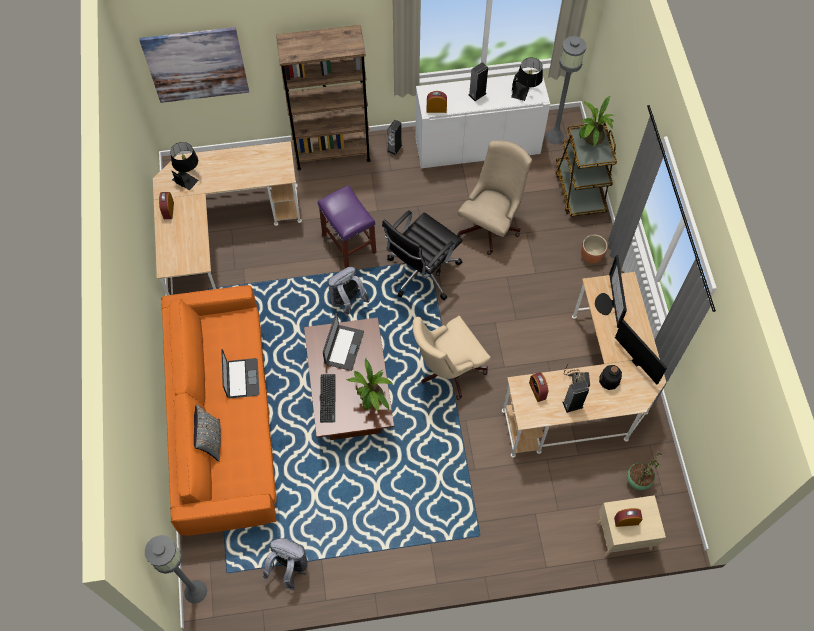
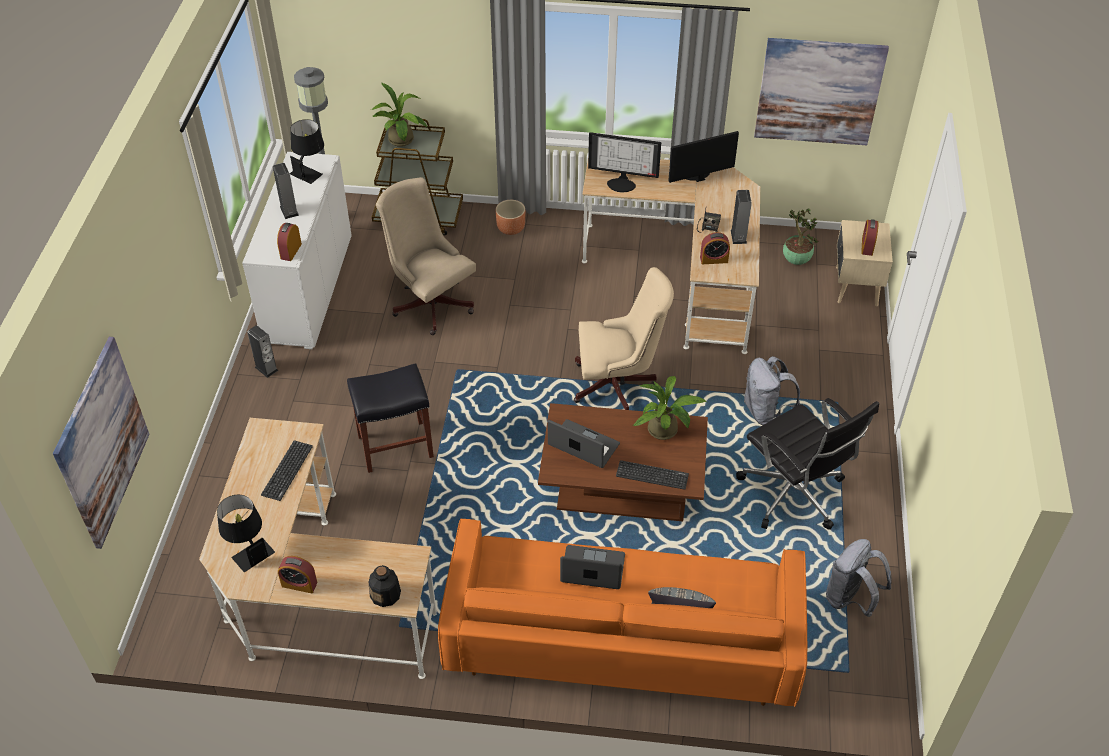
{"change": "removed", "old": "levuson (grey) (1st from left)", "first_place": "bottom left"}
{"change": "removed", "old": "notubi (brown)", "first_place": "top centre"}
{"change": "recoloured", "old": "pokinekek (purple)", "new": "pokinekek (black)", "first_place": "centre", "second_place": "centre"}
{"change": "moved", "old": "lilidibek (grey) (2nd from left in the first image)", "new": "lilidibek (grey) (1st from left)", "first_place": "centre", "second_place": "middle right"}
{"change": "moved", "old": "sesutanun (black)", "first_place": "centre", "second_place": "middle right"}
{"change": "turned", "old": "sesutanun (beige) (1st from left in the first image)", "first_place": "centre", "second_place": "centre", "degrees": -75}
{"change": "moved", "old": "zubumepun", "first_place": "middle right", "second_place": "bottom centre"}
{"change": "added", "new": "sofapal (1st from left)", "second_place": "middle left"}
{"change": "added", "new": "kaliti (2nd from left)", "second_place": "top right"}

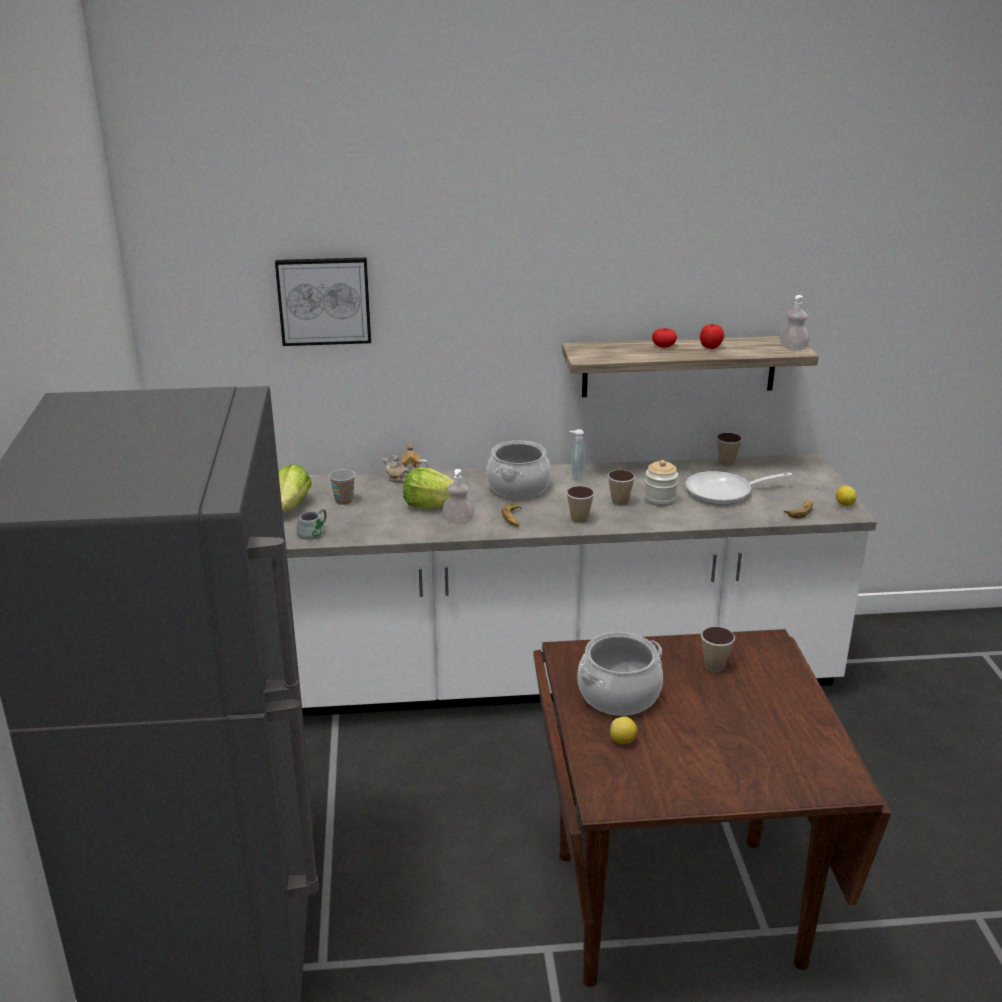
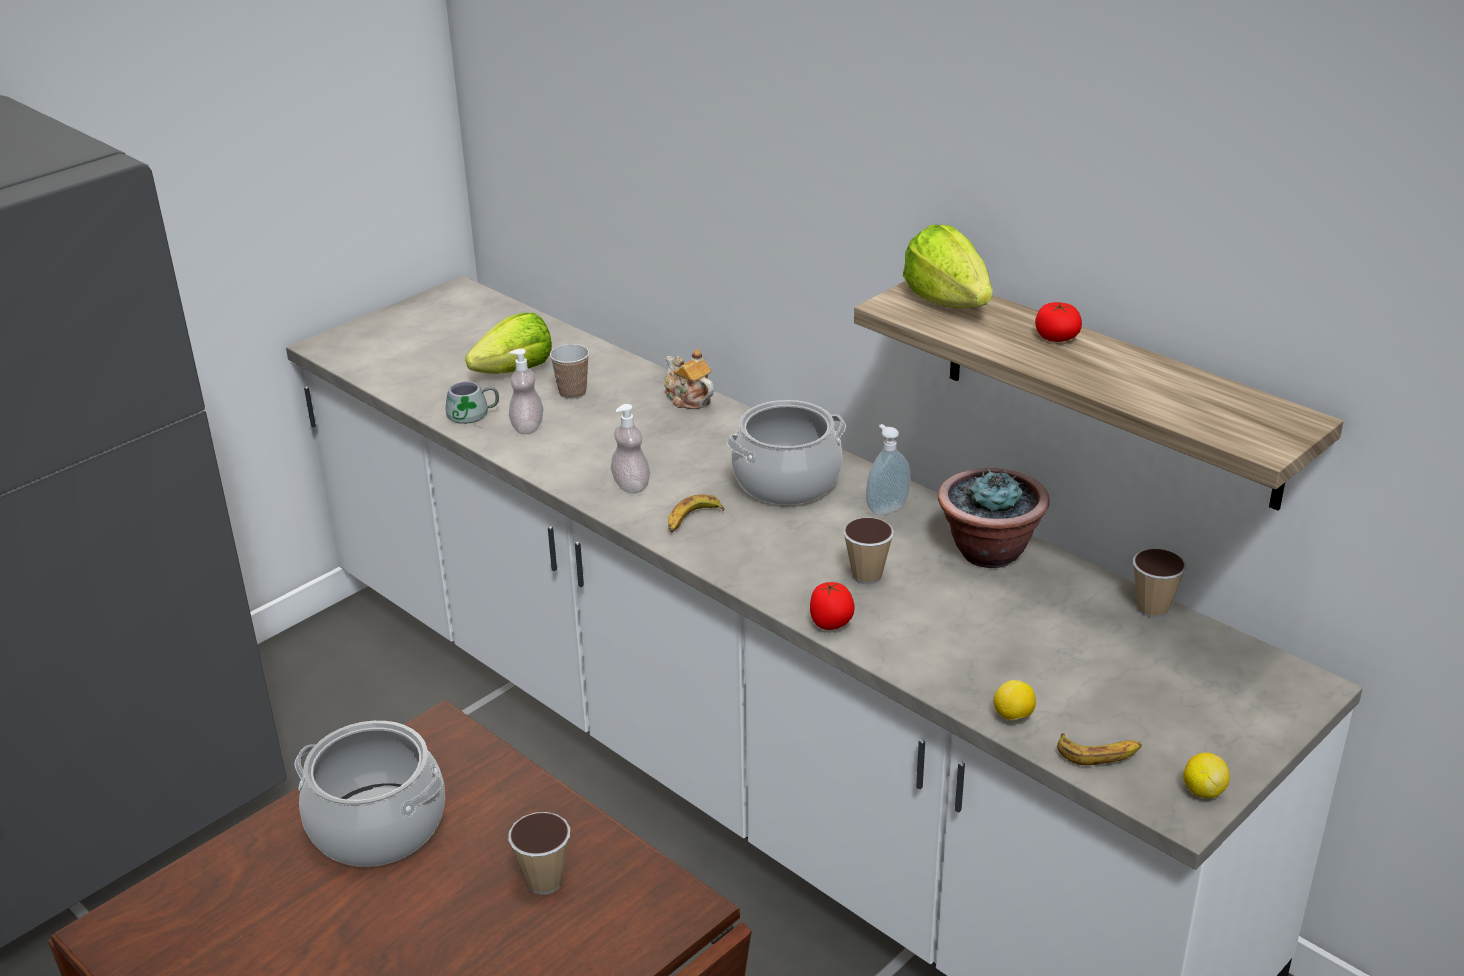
{"change": "removed", "old": "kaliti", "first_place": "top left"}
{"change": "moved", "old": "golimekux (2nd from left)", "first_place": "centre", "second_place": "top centre"}
{"change": "removed", "old": "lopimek (2nd from left)", "first_place": "centre"}
{"change": "moved", "old": "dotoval (1st from left)", "first_place": "bottom centre", "second_place": "bottom right"}
{"change": "removed", "old": "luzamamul", "first_place": "centre"}
{"change": "removed", "old": "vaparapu", "first_place": "middle right"}
{"change": "moved", "old": "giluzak (2nd from left in the first image)", "new": "giluzak (1st from left)", "first_place": "middle right", "second_place": "centre"}
{"change": "moved", "old": "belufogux (3rd from left in the first image)", "new": "belufogux (1st from left)", "first_place": "top right", "second_place": "centre"}
{"change": "added", "new": "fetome", "second_place": "middle right"}

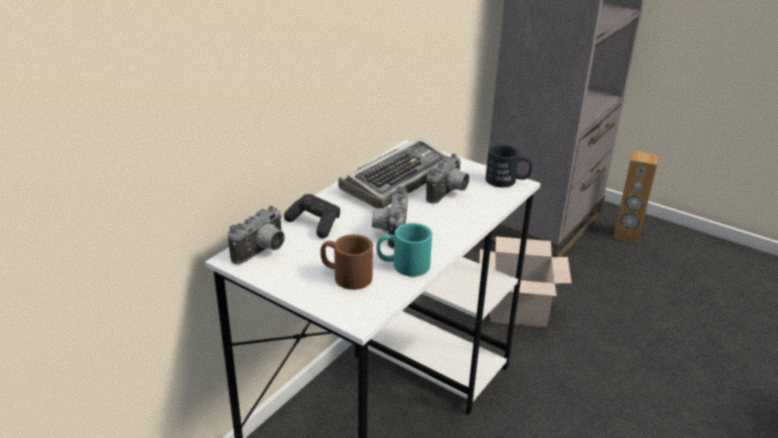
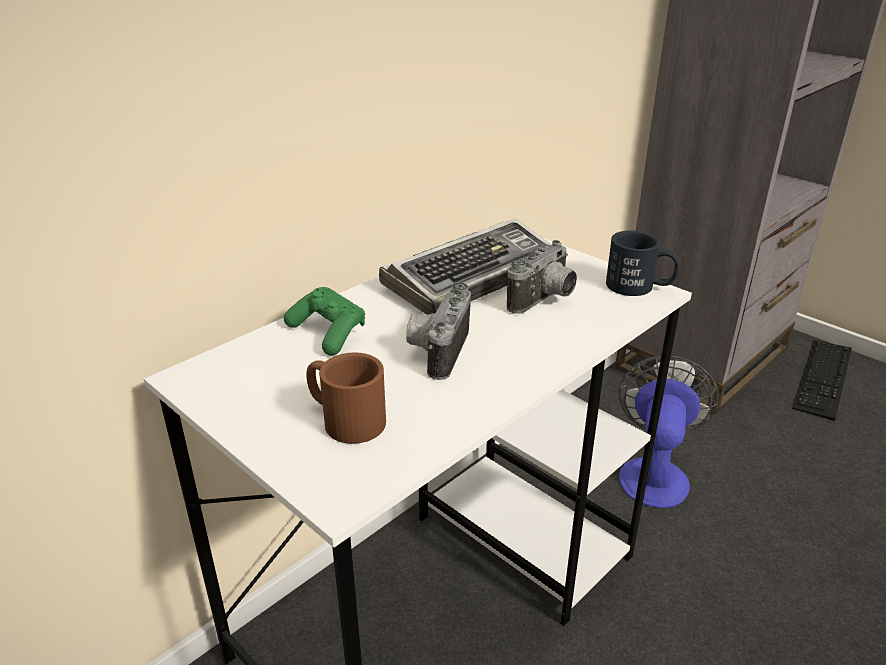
{"change": "removed", "old": "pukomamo (1st from left)", "first_place": "middle left"}
{"change": "recoloured", "old": "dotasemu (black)", "new": "dotasemu (green)", "first_place": "centre", "second_place": "centre"}
{"change": "removed", "old": "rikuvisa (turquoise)", "first_place": "centre"}
{"change": "replaced", "old": "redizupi", "new": "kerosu", "first_place": "middle right", "second_place": "middle right"}
{"change": "replaced", "old": "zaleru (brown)", "new": "sofapal (2nd from left)", "first_place": "middle right", "second_place": "middle right"}

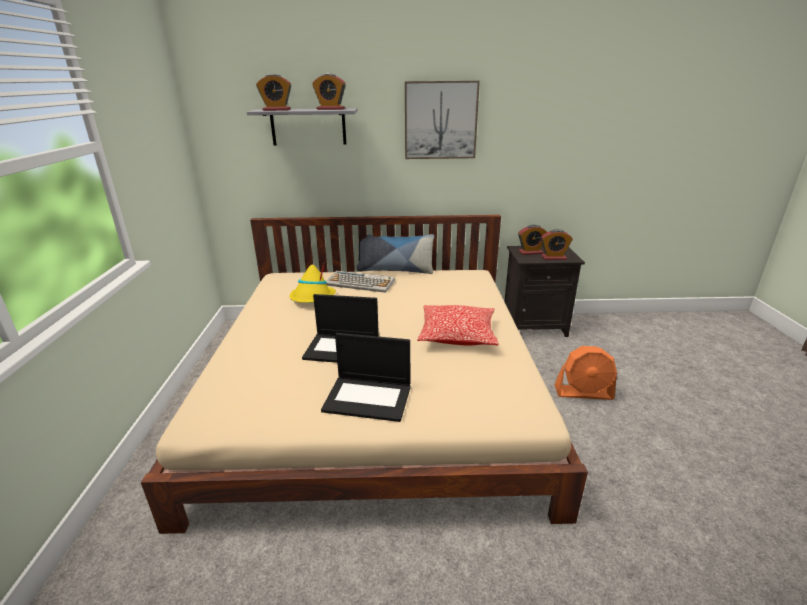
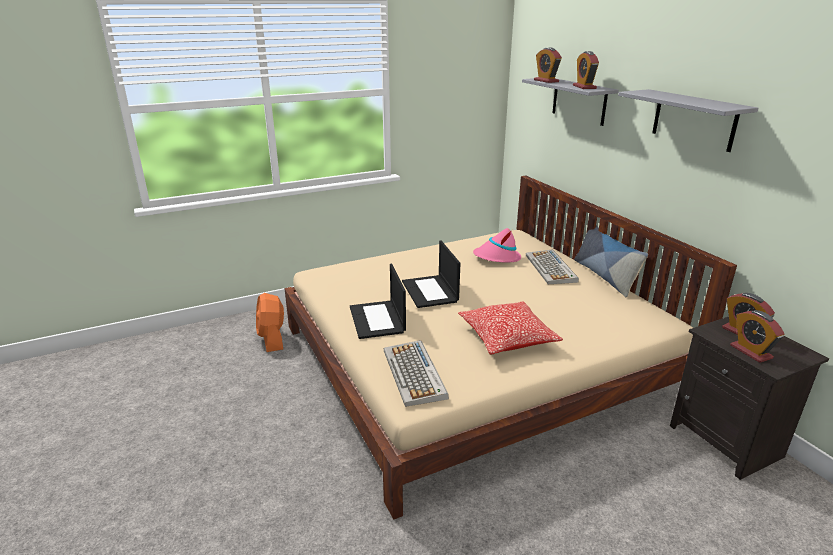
{"change": "recoloured", "old": "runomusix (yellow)", "new": "runomusix (pink)", "first_place": "centre", "second_place": "centre"}
{"change": "replaced", "old": "kaliti", "new": "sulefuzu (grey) (2nd from left)", "first_place": "top centre", "second_place": "top right"}
{"change": "moved", "old": "kerosu (orange)", "first_place": "middle right", "second_place": "middle left"}
{"change": "added", "new": "sofapal (1st from left)", "second_place": "bottom centre"}

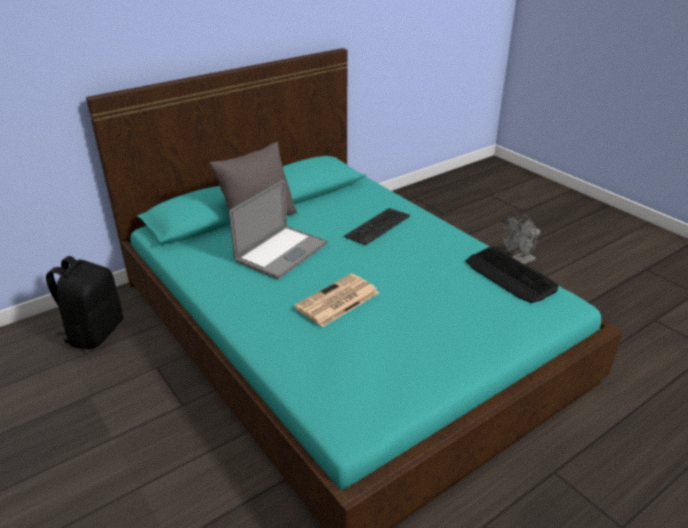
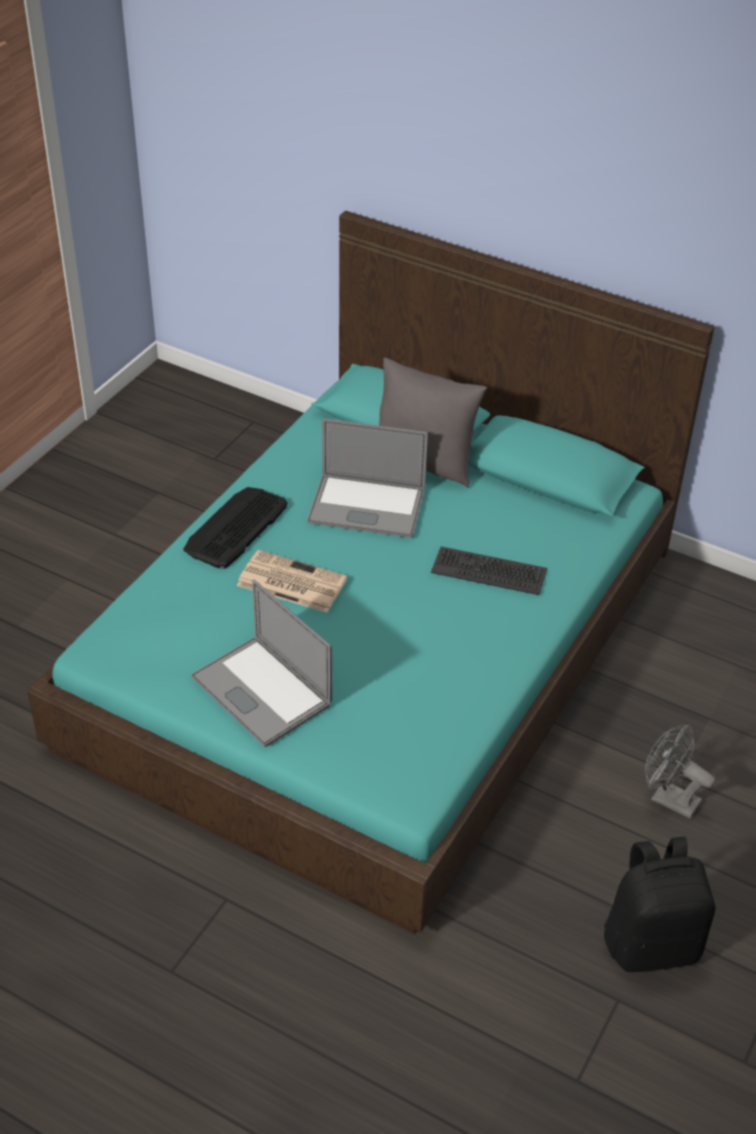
{"change": "moved", "old": "lilidibek (black)", "first_place": "middle left", "second_place": "bottom right"}
{"change": "moved", "old": "sofapal (2nd from left in the first image)", "new": "sofapal (1st from left)", "first_place": "middle right", "second_place": "middle left"}
{"change": "added", "new": "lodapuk (1st from left)", "second_place": "centre"}

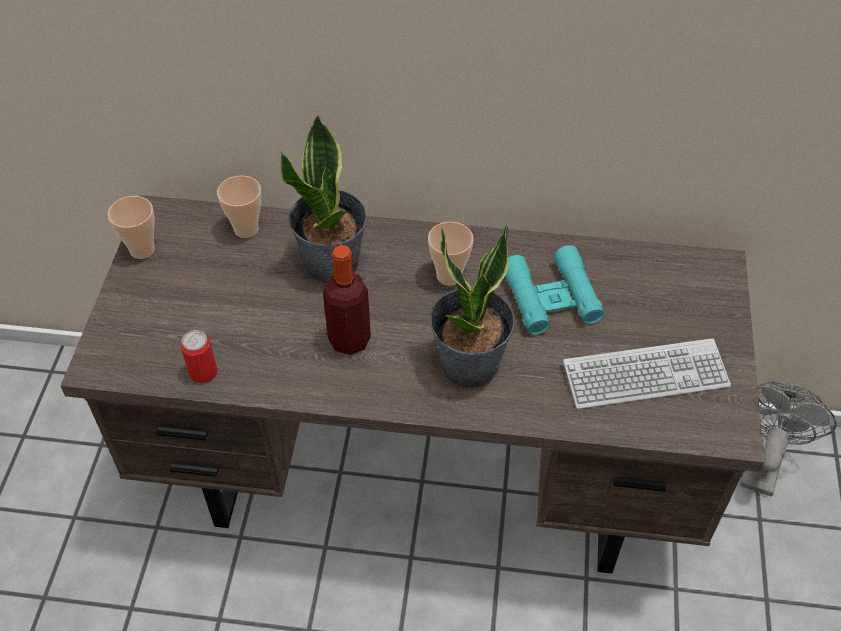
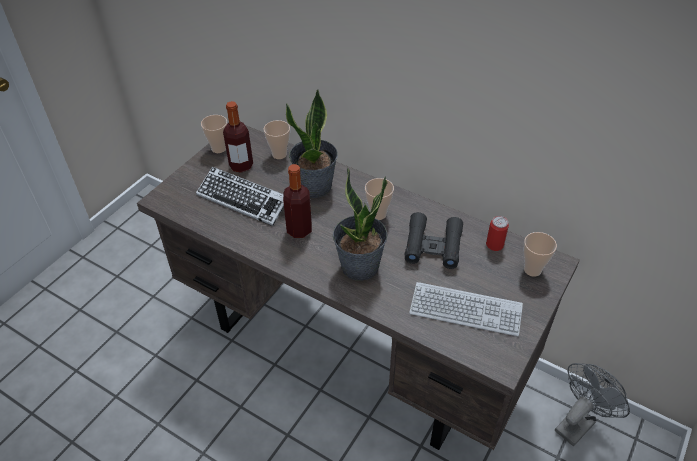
{"change": "moved", "old": "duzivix", "first_place": "middle left", "second_place": "middle right"}
{"change": "recoloured", "old": "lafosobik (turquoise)", "new": "lafosobik (black)", "first_place": "centre", "second_place": "centre"}
{"change": "added", "new": "sofapal (1st from left)", "second_place": "centre"}
{"change": "added", "new": "zubumepun (1st from left)", "second_place": "top centre"}
{"change": "added", "new": "lopimek (4th from left)", "second_place": "middle right"}

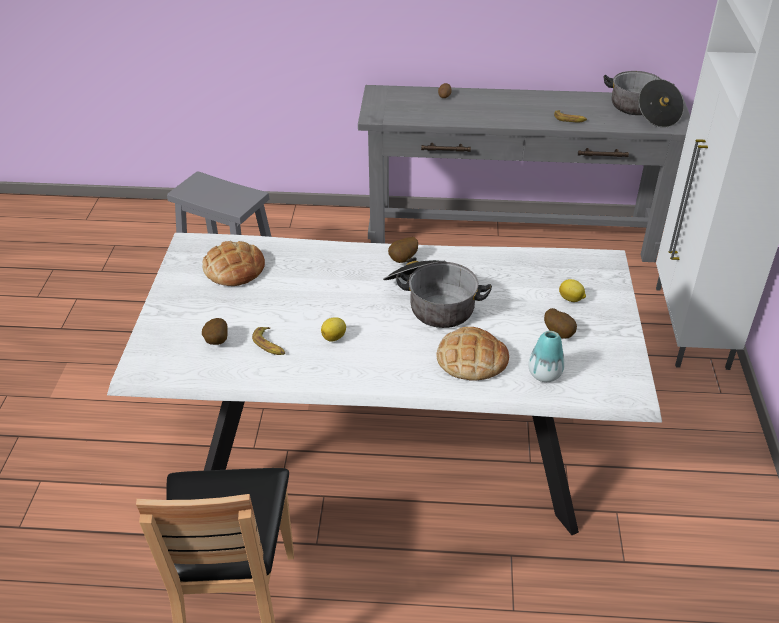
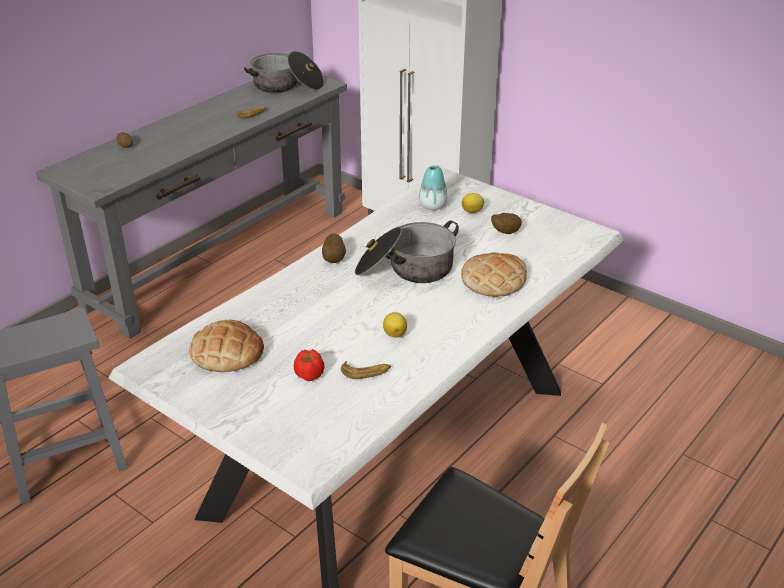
{"change": "removed", "old": "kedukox (1st from left)", "first_place": "middle left"}
{"change": "moved", "old": "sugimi", "first_place": "middle right", "second_place": "top centre"}
{"change": "added", "new": "giluzak", "second_place": "centre"}

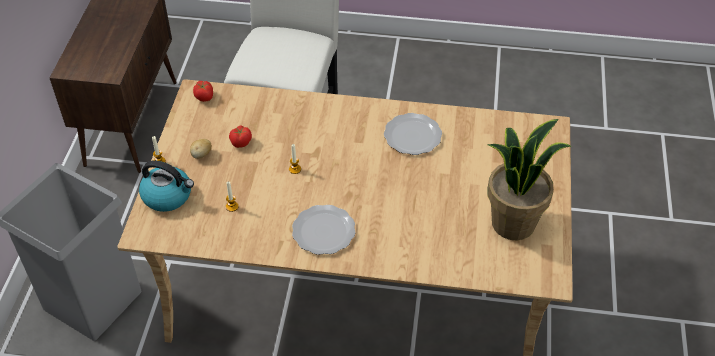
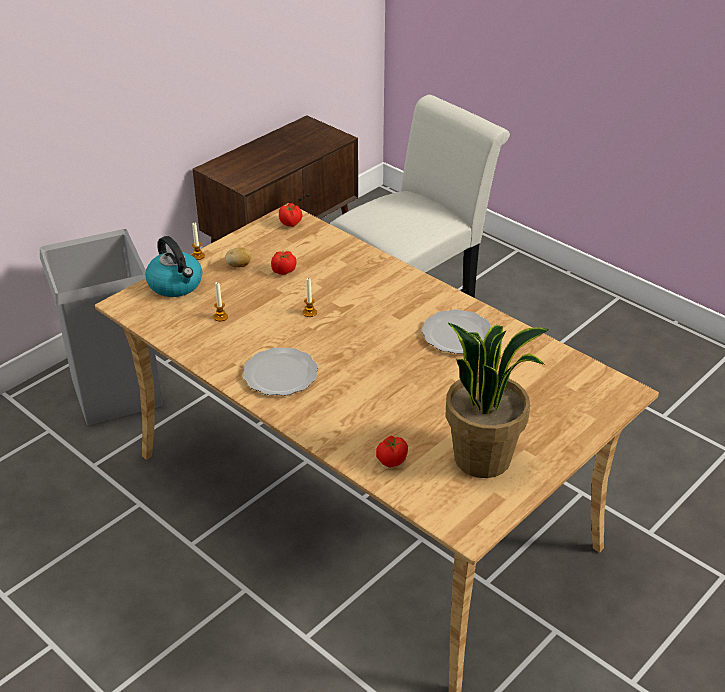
{"change": "added", "new": "giluzak (3rd from left)", "second_place": "centre"}

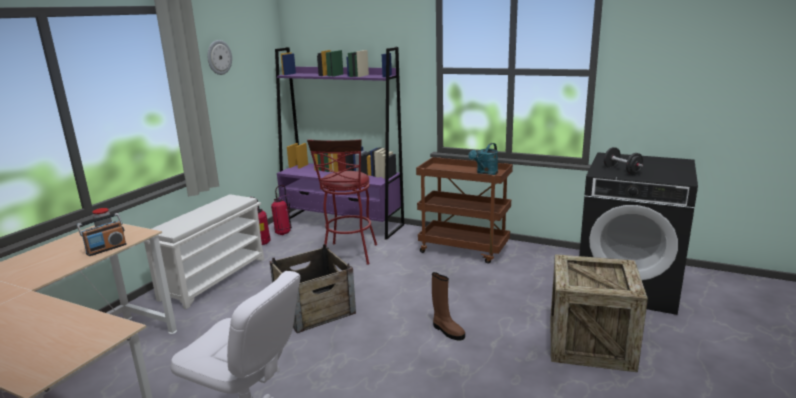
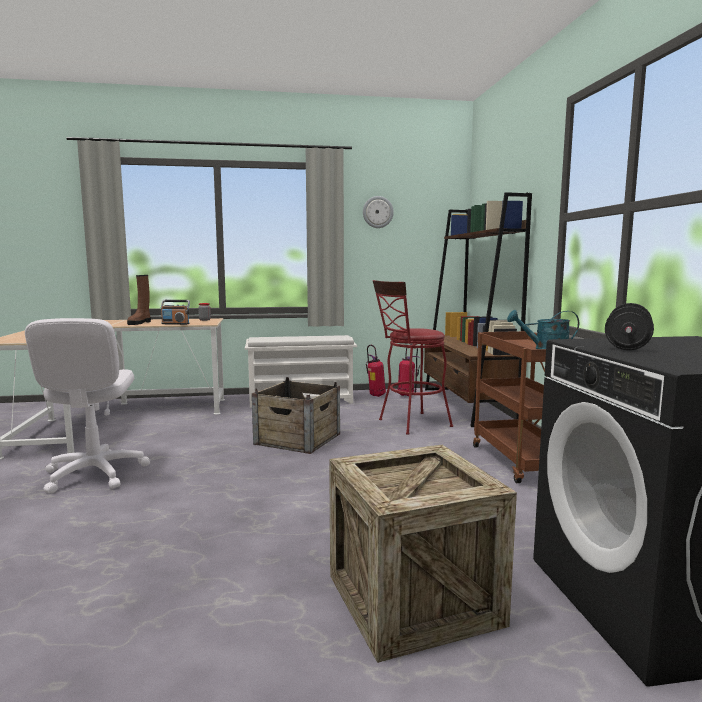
{"change": "recoloured", "old": "notubi (purple)", "new": "notubi (brown)", "first_place": "centre", "second_place": "middle right"}
{"change": "moved", "old": "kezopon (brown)", "first_place": "bottom centre", "second_place": "middle left"}

